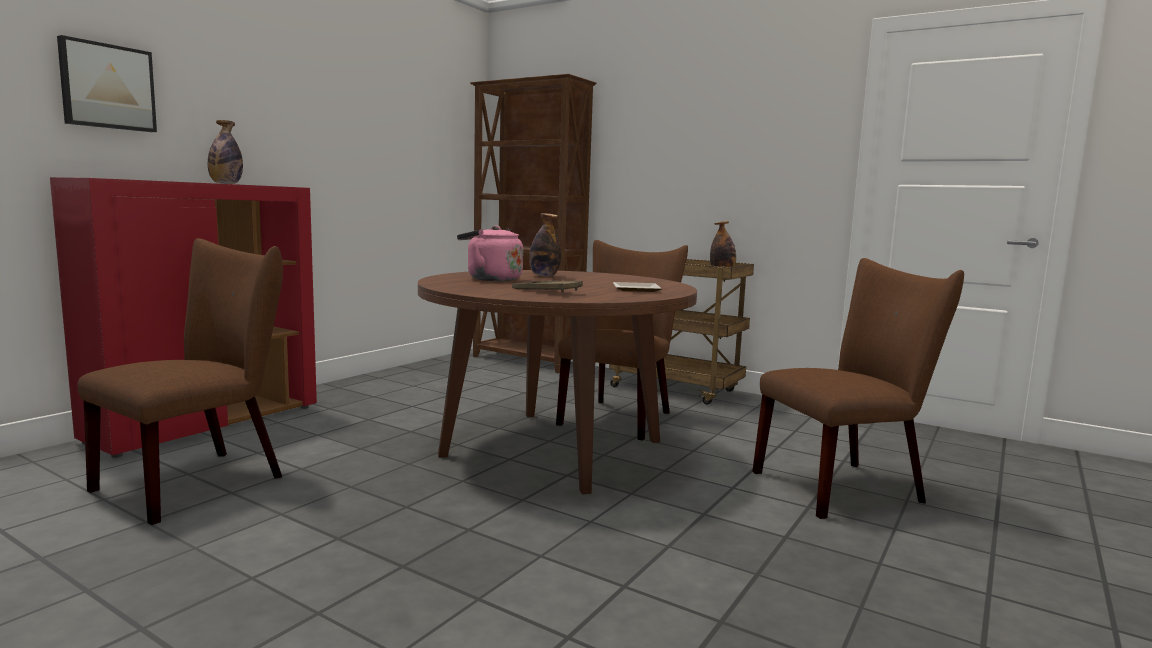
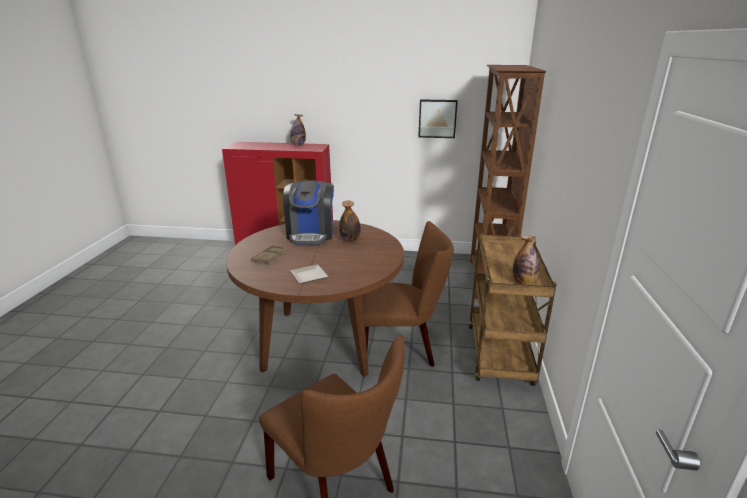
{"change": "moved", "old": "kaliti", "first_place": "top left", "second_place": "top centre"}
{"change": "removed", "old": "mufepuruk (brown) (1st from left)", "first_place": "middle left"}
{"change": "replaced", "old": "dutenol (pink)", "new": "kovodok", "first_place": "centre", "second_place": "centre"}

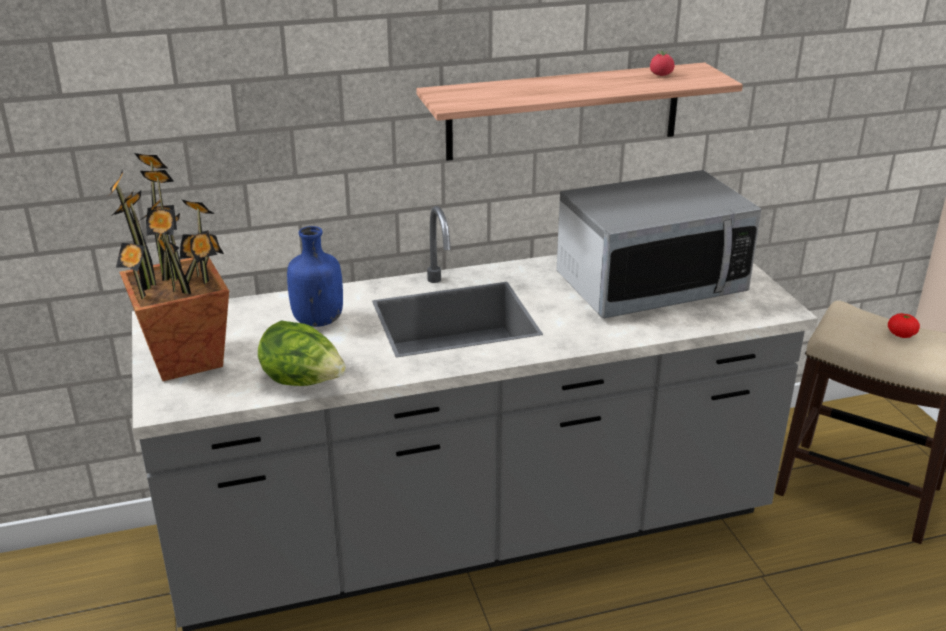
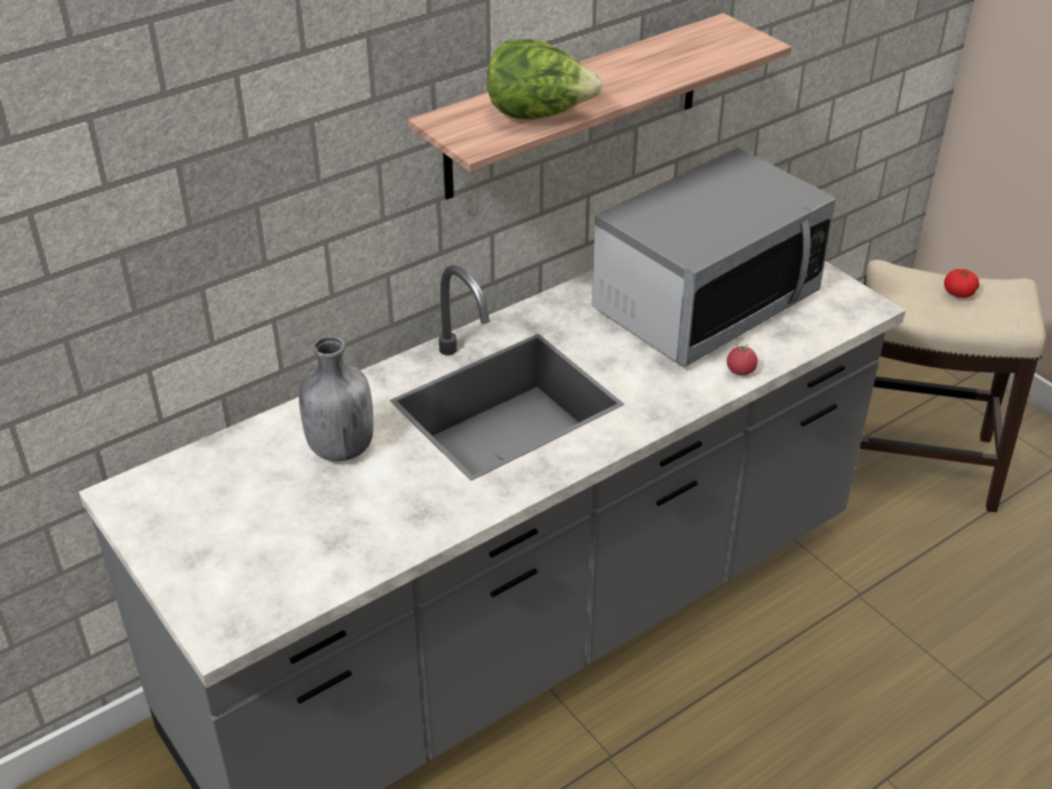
{"change": "removed", "old": "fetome", "first_place": "middle left"}
{"change": "moved", "old": "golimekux", "first_place": "middle left", "second_place": "top centre"}
{"change": "recoloured", "old": "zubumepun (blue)", "new": "zubumepun (grey)", "first_place": "middle left", "second_place": "middle left"}
{"change": "moved", "old": "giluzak (1st from left)", "first_place": "top right", "second_place": "middle right"}

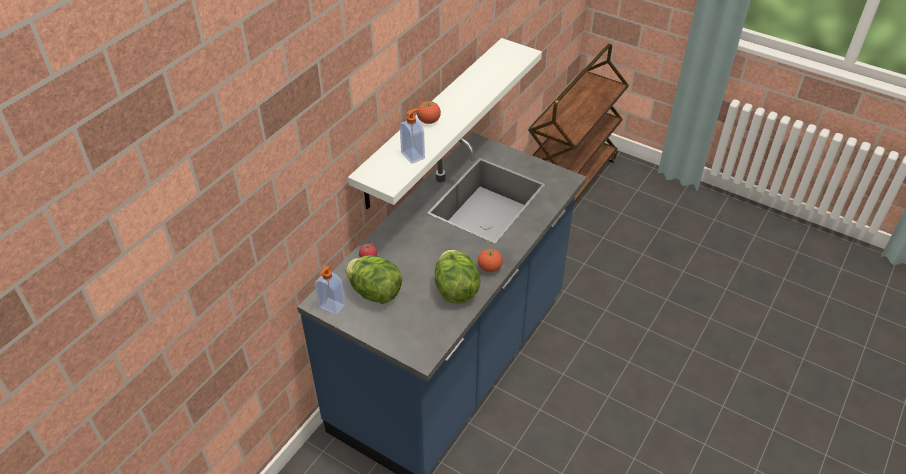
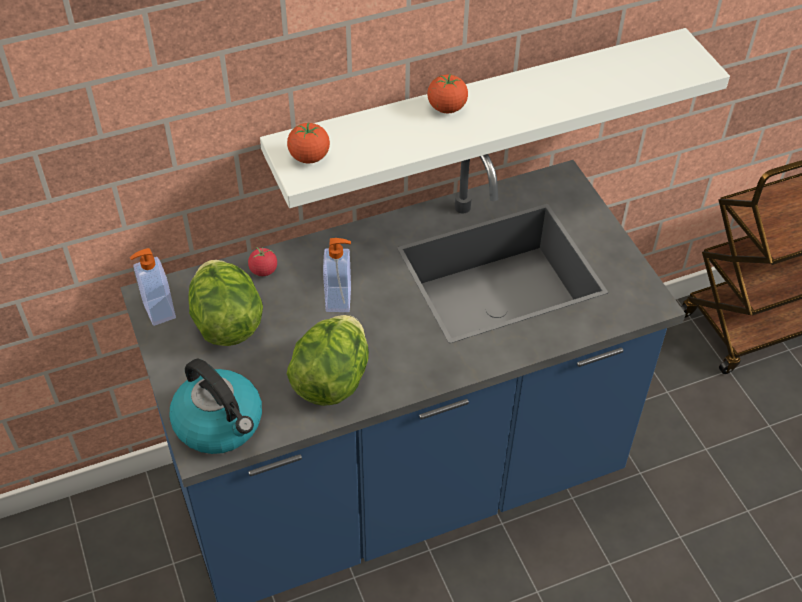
{"change": "moved", "old": "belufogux (2nd from left)", "first_place": "top centre", "second_place": "centre"}
{"change": "moved", "old": "giluzak (3rd from left in the first image)", "new": "giluzak (2nd from left)", "first_place": "centre", "second_place": "top centre"}
{"change": "added", "new": "dutenol", "second_place": "bottom left"}

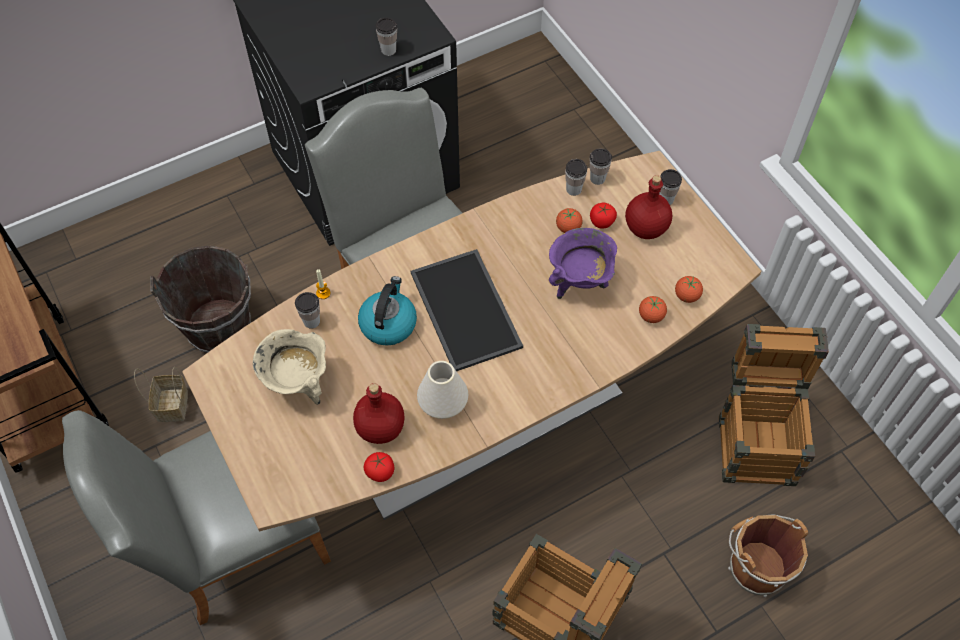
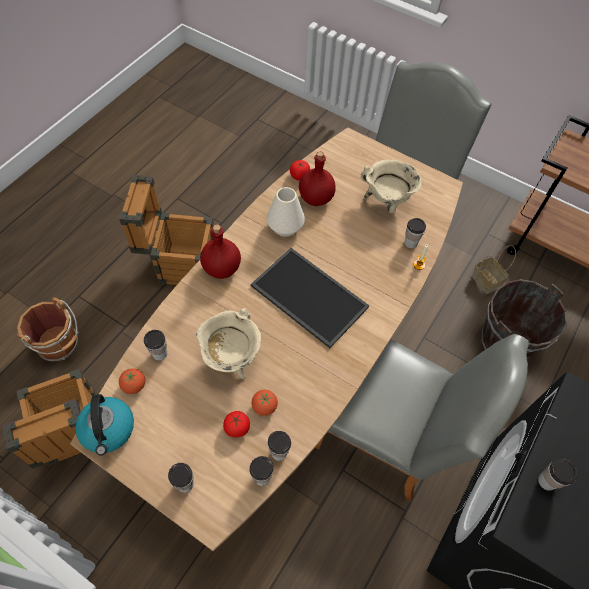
{"change": "moved", "old": "dutenol", "first_place": "centre", "second_place": "bottom left"}
{"change": "recoloured", "old": "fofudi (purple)", "new": "fofudi (beige) (1st from left)", "first_place": "centre", "second_place": "centre"}
{"change": "moved", "old": "zubumepun (red) (2nd from left in the first image)", "new": "zubumepun (red) (1st from left)", "first_place": "top right", "second_place": "centre"}
{"change": "replaced", "old": "giluzak (4th from left)", "new": "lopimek (1st from left)", "first_place": "middle right", "second_place": "middle left"}

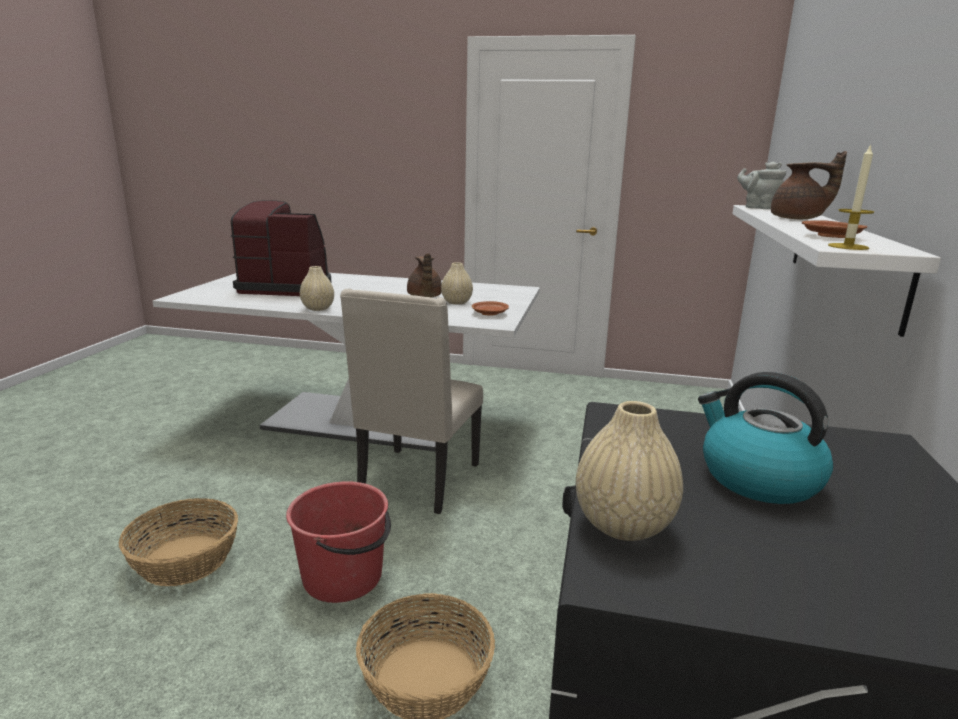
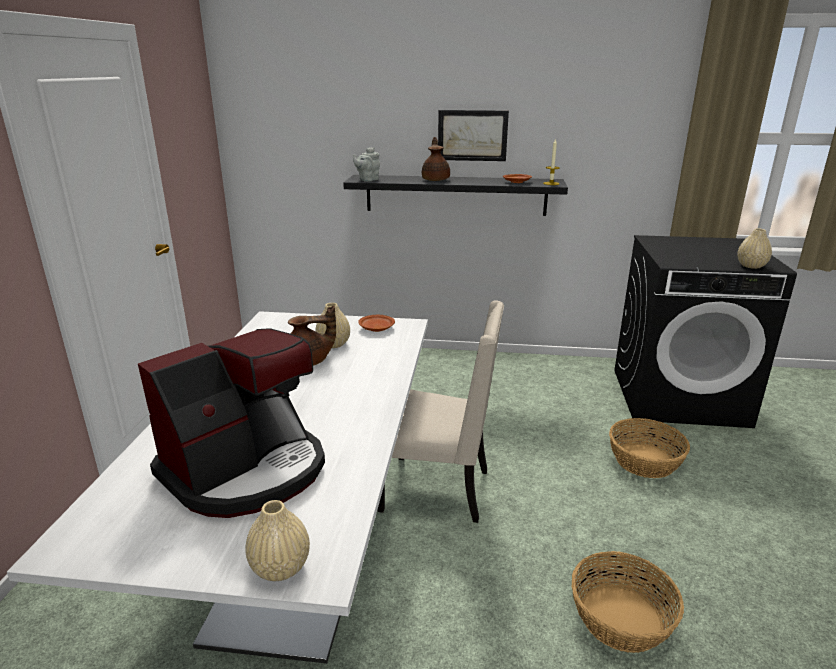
{"change": "turned", "old": "kovodok", "first_place": "middle left", "second_place": "middle left", "degrees": -135}
{"change": "removed", "old": "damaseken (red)", "first_place": "bottom centre"}
{"change": "moved", "old": "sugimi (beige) (1st from left)", "first_place": "middle left", "second_place": "bottom left"}
{"change": "removed", "old": "dutenol", "first_place": "middle right"}
{"change": "recoloured", "old": "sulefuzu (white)", "new": "sulefuzu (black)", "first_place": "middle right", "second_place": "top centre"}
{"change": "added", "new": "kaliti", "second_place": "top centre"}

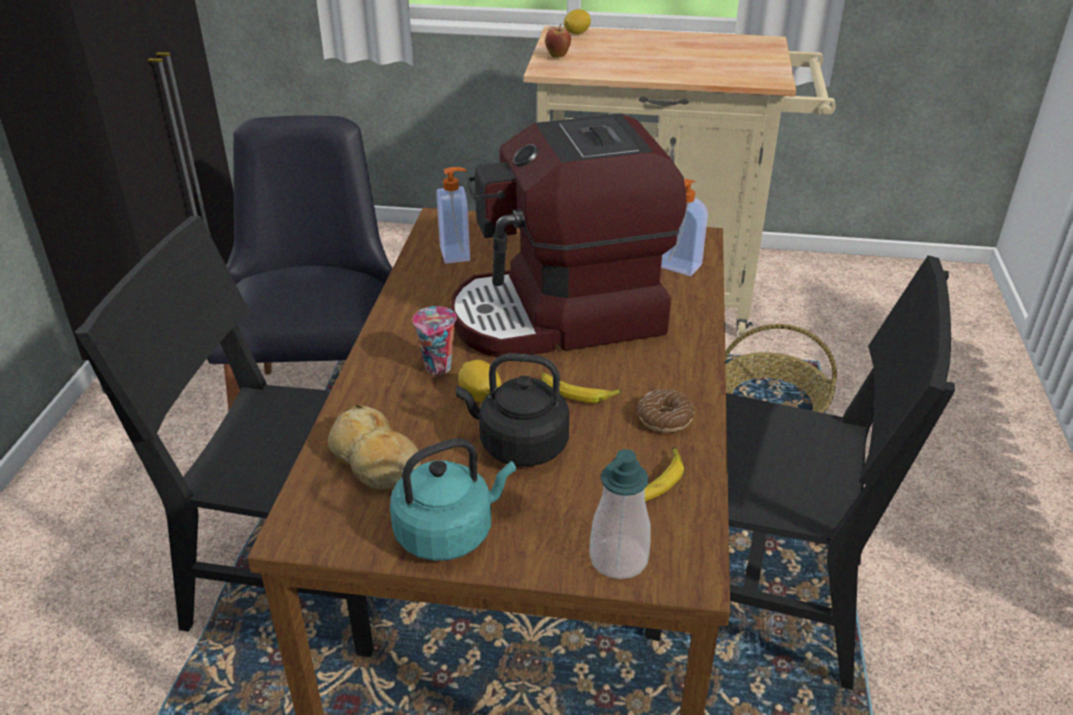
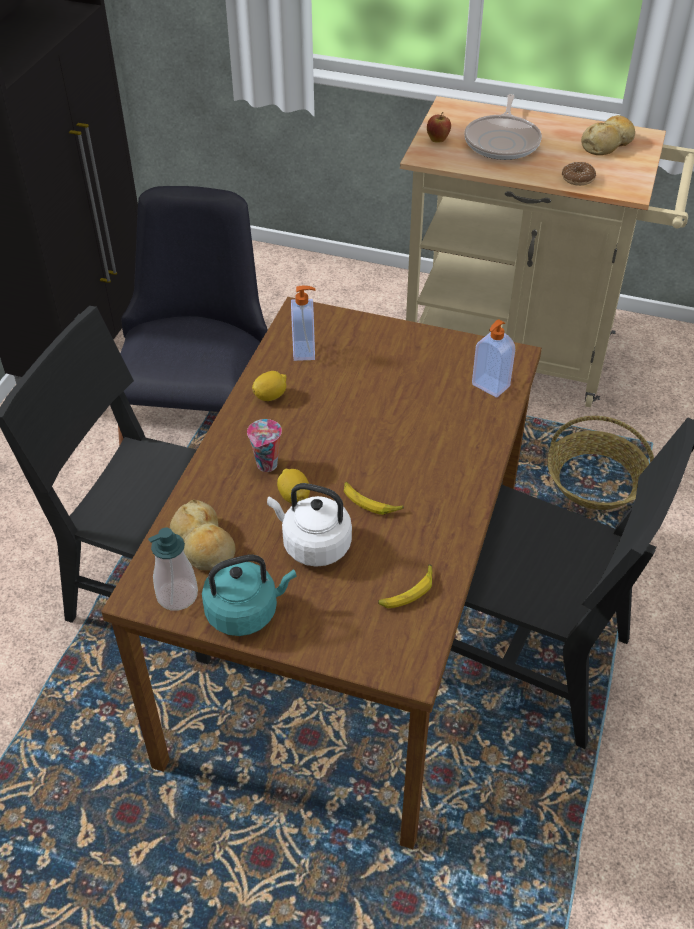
{"change": "removed", "old": "kovodok", "first_place": "top centre"}
{"change": "recoloured", "old": "dutenol (black)", "new": "dutenol (white)", "first_place": "centre", "second_place": "centre"}
{"change": "moved", "old": "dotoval (2nd from left in the first image)", "new": "dotoval (1st from left)", "first_place": "top centre", "second_place": "centre"}
{"change": "moved", "old": "belufogux (2nd from left in the first image)", "new": "belufogux (1st from left)", "first_place": "bottom centre", "second_place": "middle left"}
{"change": "moved", "old": "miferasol", "first_place": "centre", "second_place": "top right"}
{"change": "added", "new": "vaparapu", "second_place": "top right"}
{"change": "added", "new": "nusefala (2nd from left)", "second_place": "top right"}

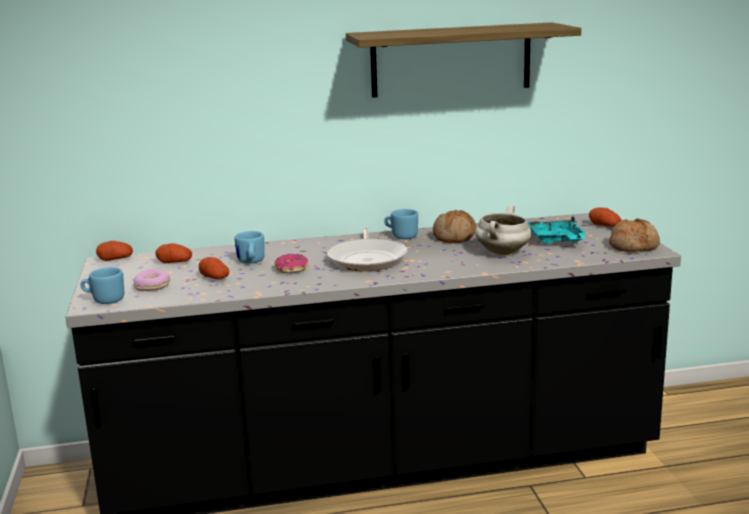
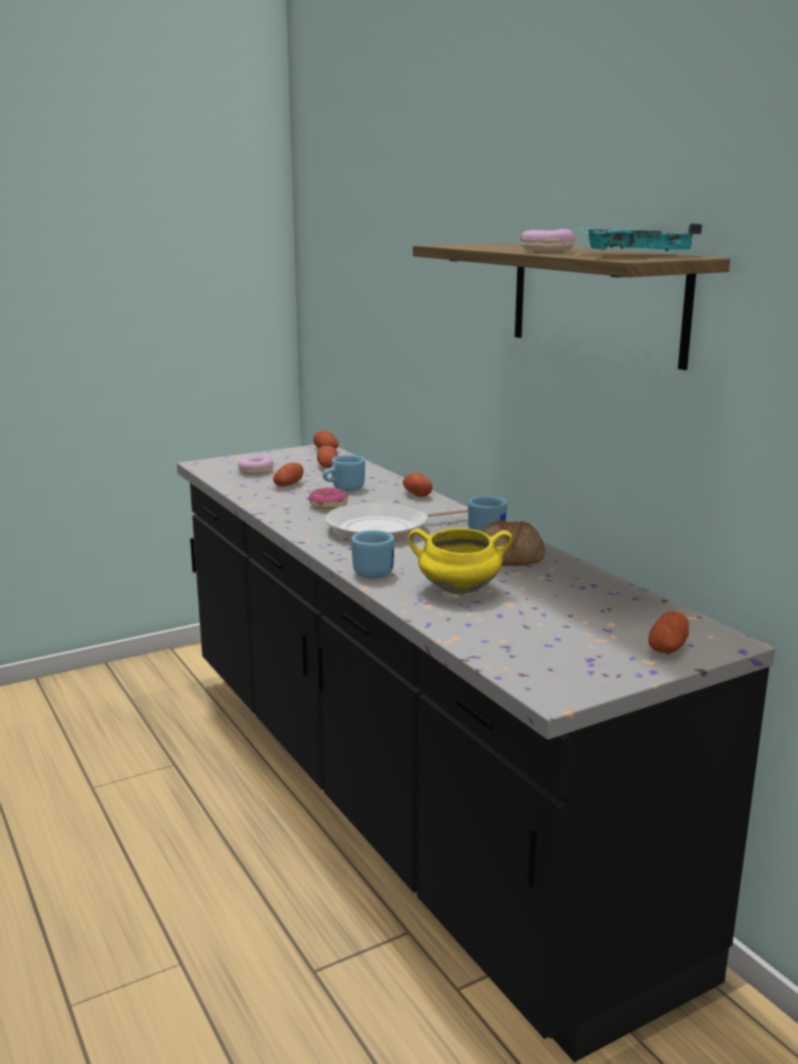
{"change": "moved", "old": "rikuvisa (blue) (1st from left in the first image)", "new": "rikuvisa (blue) (2nd from left)", "first_place": "middle left", "second_place": "centre"}
{"change": "recoloured", "old": "fofudi (white)", "new": "fofudi (yellow)", "first_place": "middle right", "second_place": "centre"}
{"change": "moved", "old": "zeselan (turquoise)", "first_place": "middle right", "second_place": "top right"}
{"change": "removed", "old": "nusefala (2nd from left)", "first_place": "middle right"}
{"change": "added", "new": "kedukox (4th from left)", "second_place": "centre"}
{"change": "added", "new": "miferasol (3rd from left)", "second_place": "top right"}

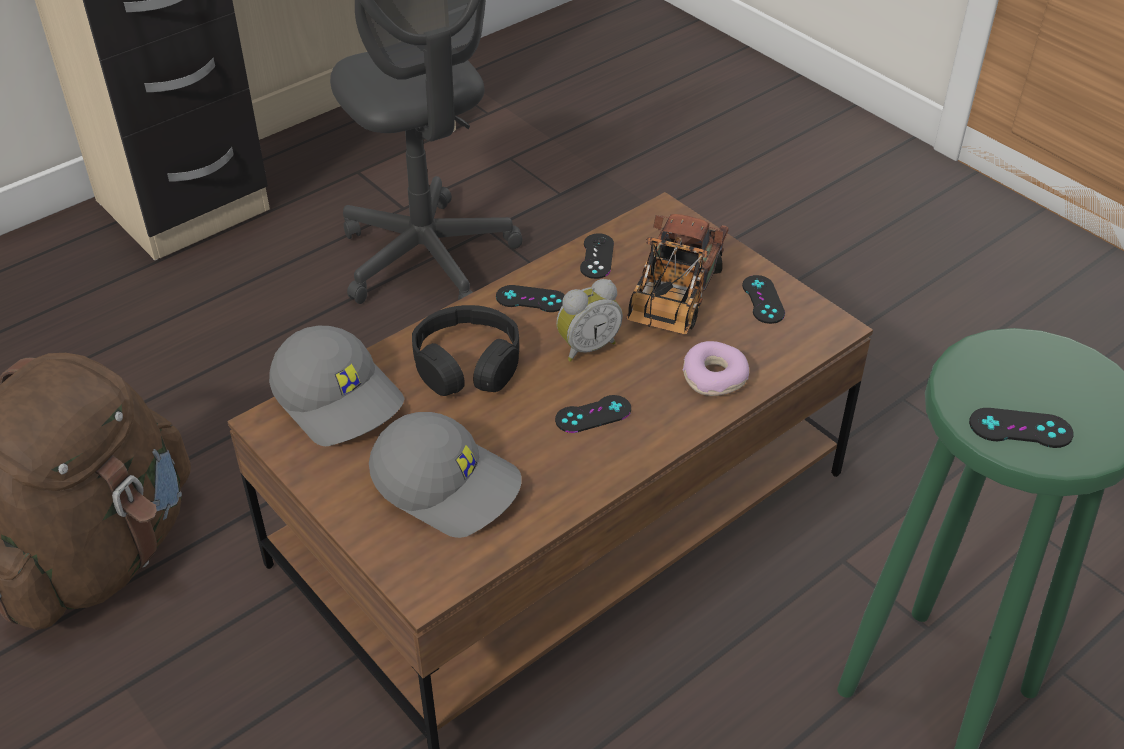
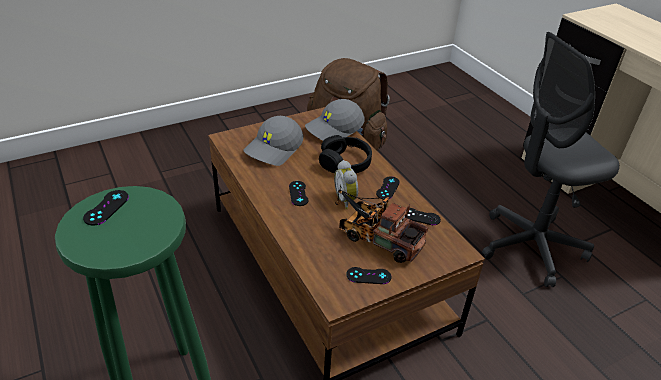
{"change": "removed", "old": "miferasol", "first_place": "centre"}

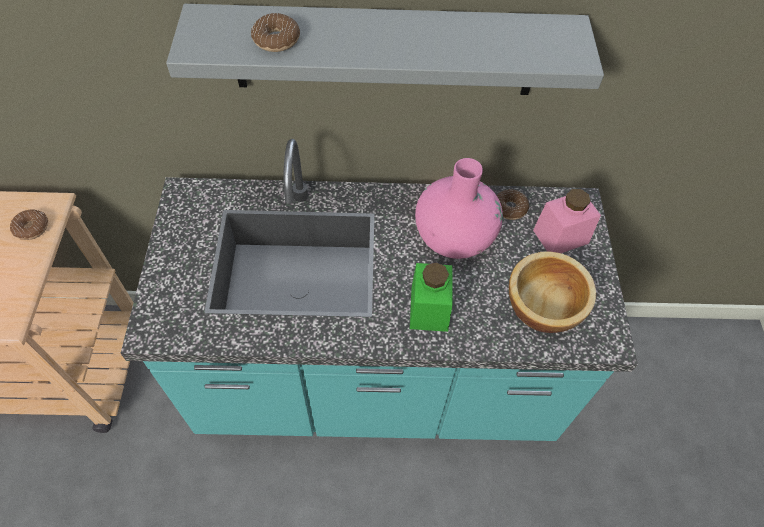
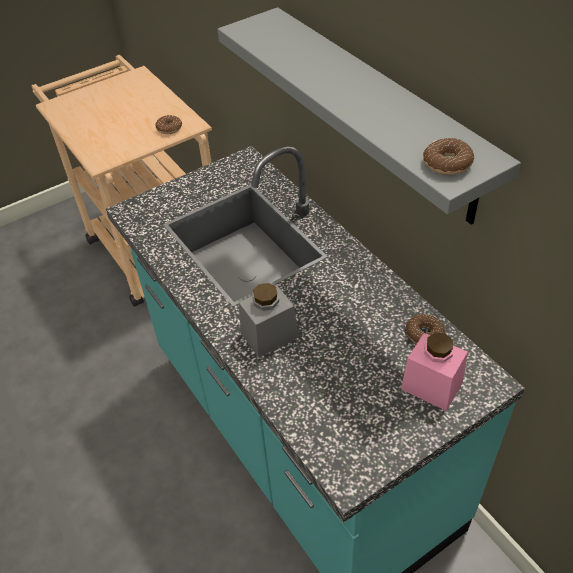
{"change": "moved", "old": "miferasol (2nd from left in the first image)", "new": "miferasol (3rd from left)", "first_place": "top centre", "second_place": "top right"}
{"change": "recoloured", "old": "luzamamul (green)", "new": "luzamamul (grey)", "first_place": "centre", "second_place": "centre"}
{"change": "removed", "old": "sugimi (pink)", "first_place": "centre"}
{"change": "removed", "old": "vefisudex", "first_place": "middle right"}

